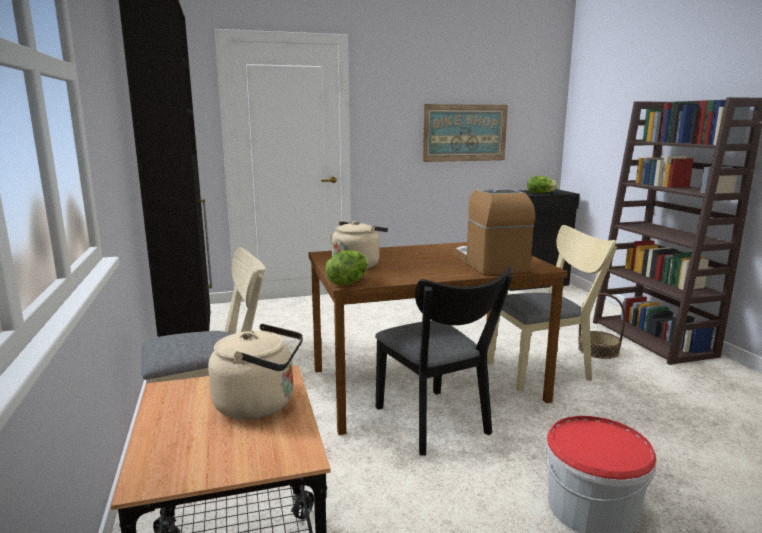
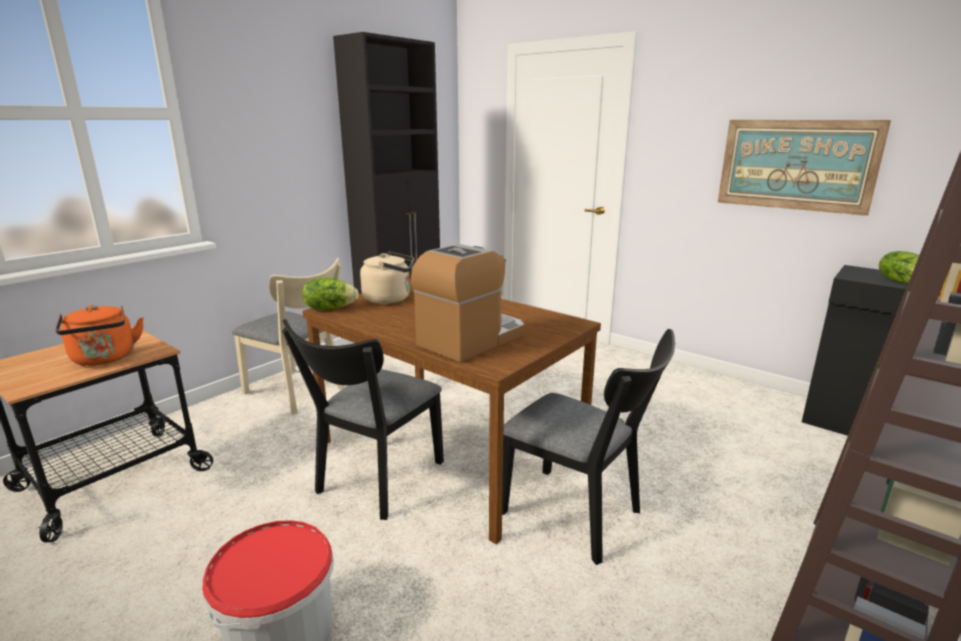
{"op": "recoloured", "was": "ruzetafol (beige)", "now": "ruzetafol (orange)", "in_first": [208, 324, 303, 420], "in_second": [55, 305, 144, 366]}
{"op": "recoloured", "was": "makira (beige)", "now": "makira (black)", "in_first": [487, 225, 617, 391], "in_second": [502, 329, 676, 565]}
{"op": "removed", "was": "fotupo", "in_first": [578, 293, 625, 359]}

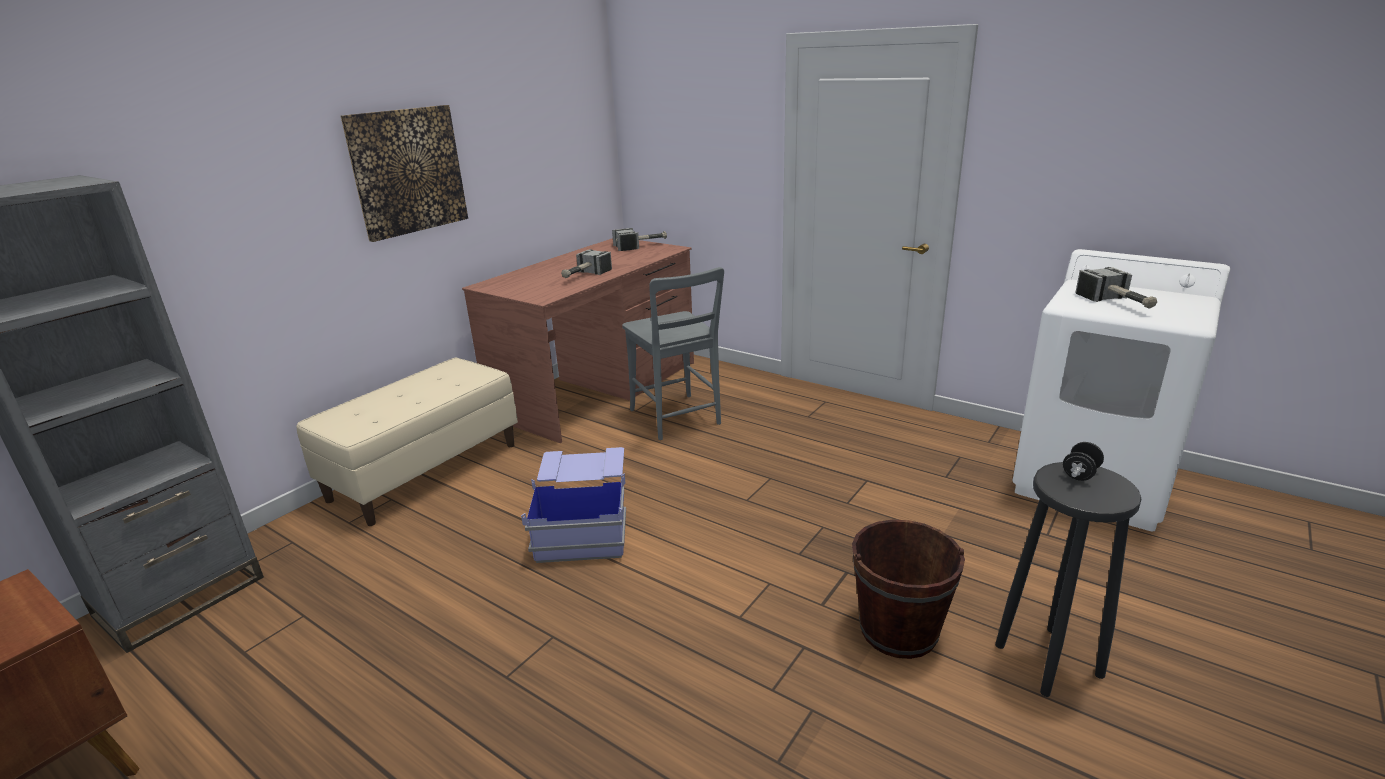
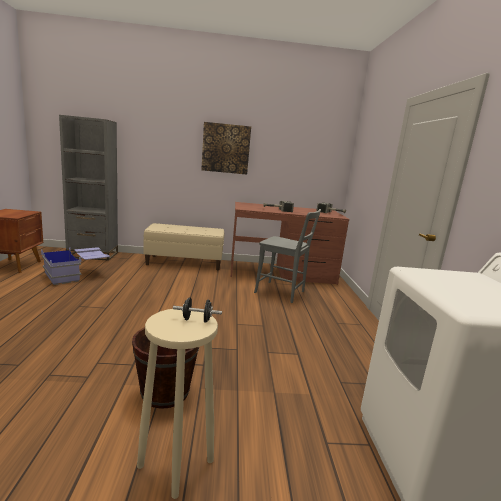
{"op": "moved", "was": "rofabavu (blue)", "in_first": [521, 447, 626, 563], "in_second": [41, 247, 110, 285]}
{"op": "turned", "was": "makira (grey)", "in_first": [622, 267, 724, 440], "in_second": [254, 209, 321, 303], "clockwise": -90}
{"op": "recoloured", "was": "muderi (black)", "now": "muderi (beige)", "in_first": [995, 462, 1141, 697], "in_second": [137, 309, 218, 499]}
{"op": "removed", "was": "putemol", "in_first": [1075, 267, 1157, 309]}

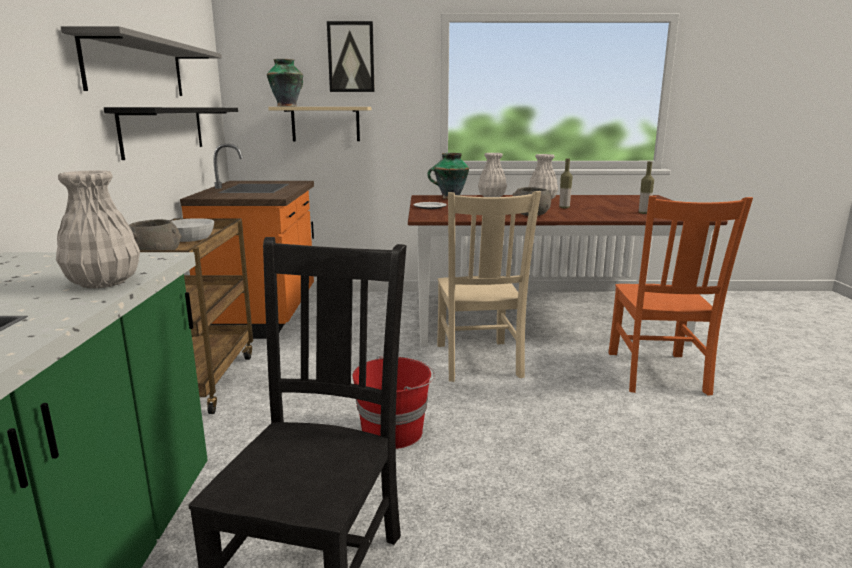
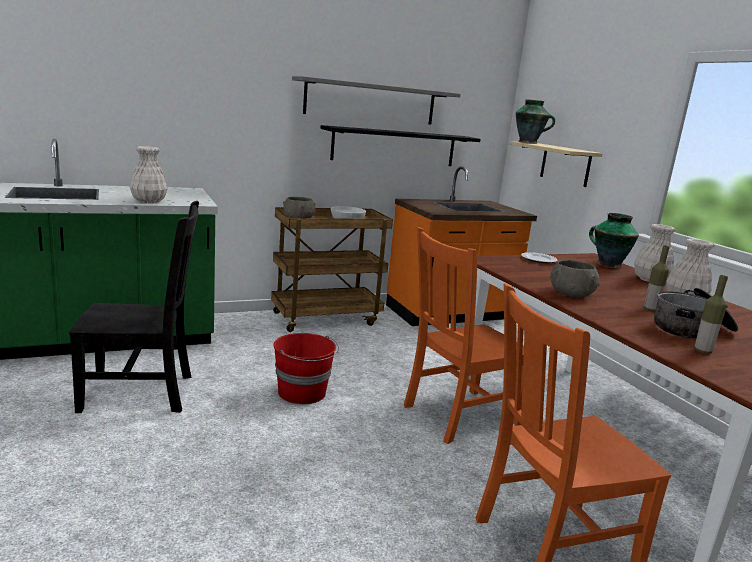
{"op": "removed", "was": "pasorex", "in_first": [327, 21, 375, 92]}
{"op": "recoloured", "was": "makira (beige)", "now": "makira (orange)", "in_first": [437, 191, 541, 382], "in_second": [404, 227, 524, 444]}
{"op": "added", "now": "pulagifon", "in_second": [654, 288, 738, 339]}

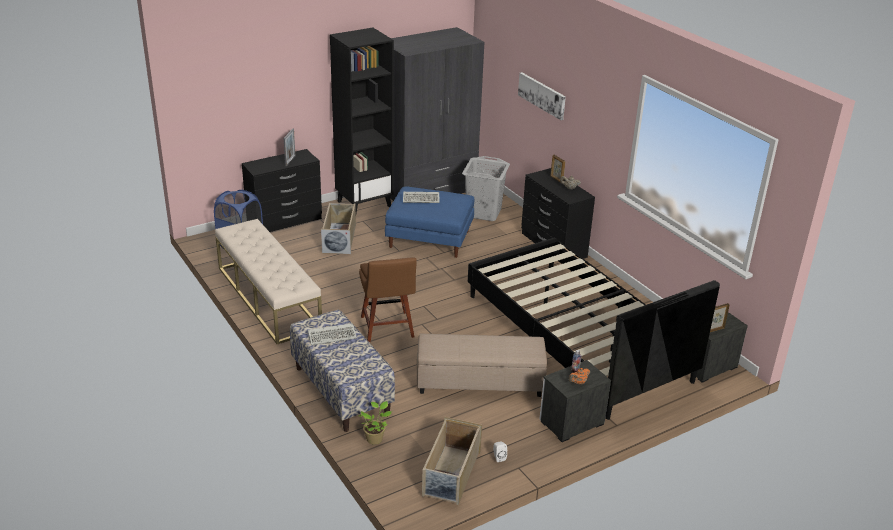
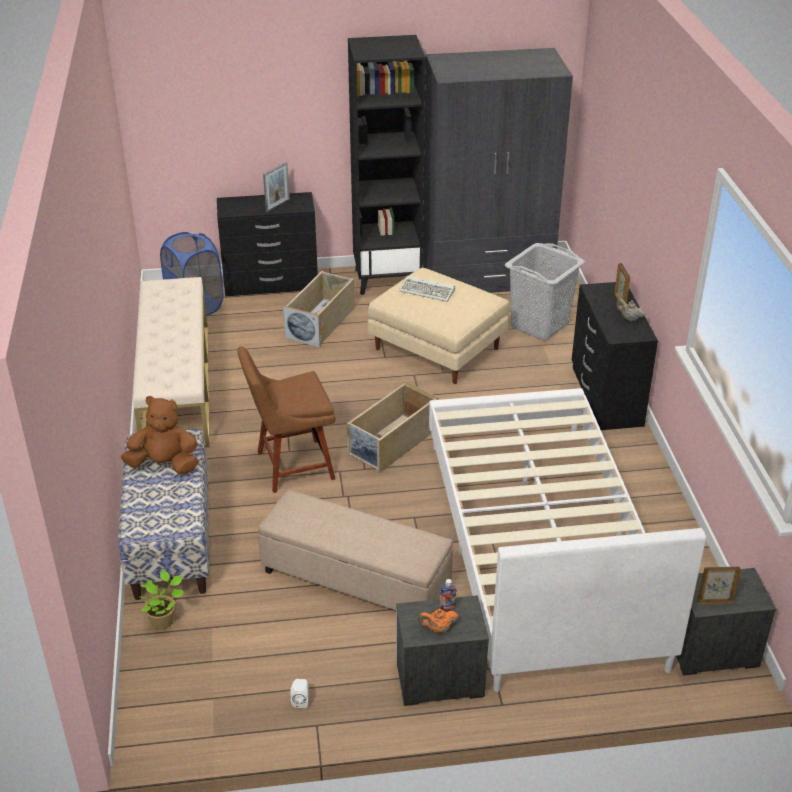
{"op": "replaced", "was": "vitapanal", "now": "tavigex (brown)", "in_first": [308, 323, 357, 345], "in_second": [121, 396, 198, 475]}
{"op": "turned", "was": "makira (brown)", "in_first": [359, 258, 417, 342], "in_second": [237, 346, 336, 493], "clockwise": 60}
{"op": "recoloured", "was": "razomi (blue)", "now": "razomi (beige)", "in_first": [385, 186, 474, 258], "in_second": [368, 268, 509, 384]}
{"op": "moved", "was": "rofabavu (beige)", "in_first": [422, 417, 482, 505], "in_second": [347, 381, 439, 473]}
{"op": "recoloured", "was": "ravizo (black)", "now": "ravizo (white)", "in_first": [468, 238, 720, 420], "in_second": [429, 388, 706, 692]}
{"op": "removed", "was": "pasorex", "in_first": [518, 72, 566, 120]}

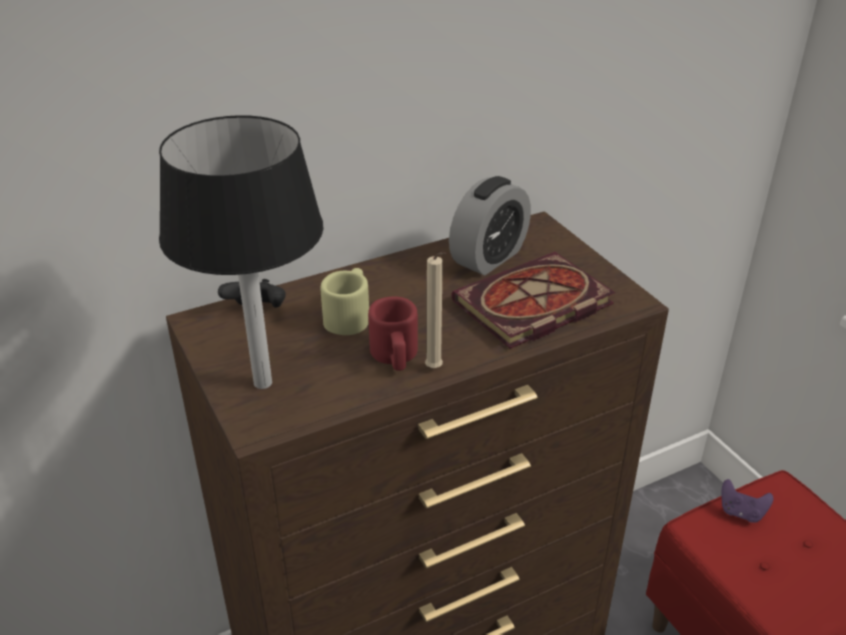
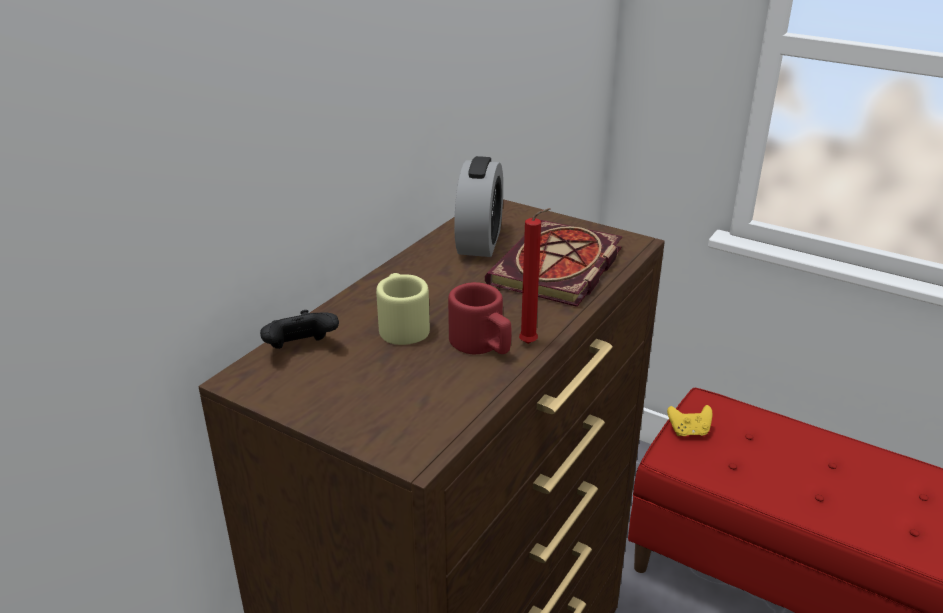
{"op": "removed", "was": "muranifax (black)", "in_first": [159, 115, 324, 389]}
{"op": "recoloured", "was": "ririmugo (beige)", "now": "ririmugo (red)", "in_first": [425, 252, 447, 368], "in_second": [519, 208, 551, 344]}
{"op": "recoloured", "was": "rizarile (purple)", "now": "rizarile (yellow)", "in_first": [721, 479, 773, 523], "in_second": [667, 405, 712, 436]}

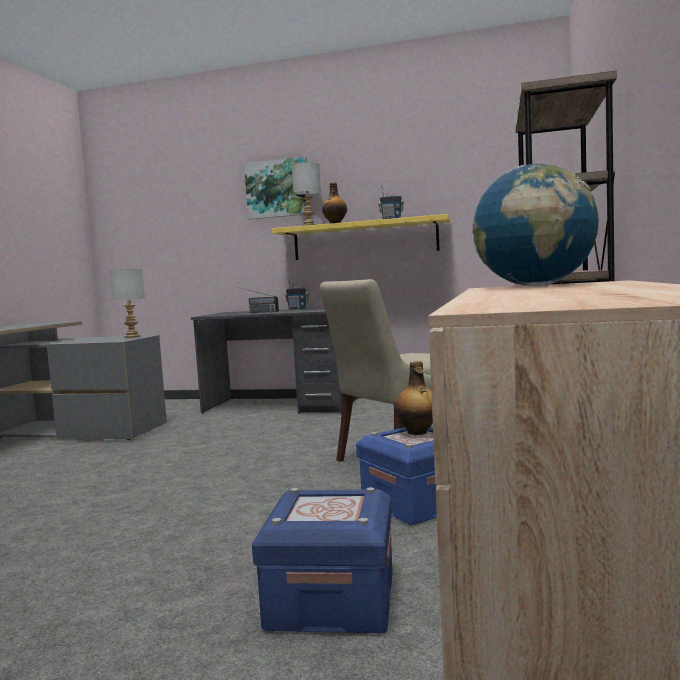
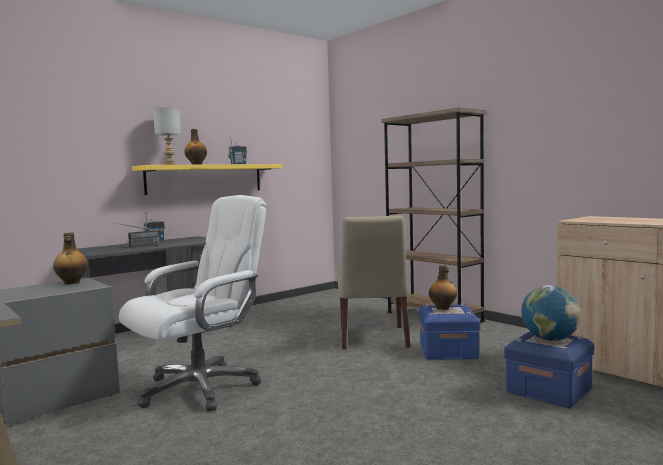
{"op": "replaced", "was": "muranifax (grey)", "now": "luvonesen", "in_first": [110, 269, 145, 338], "in_second": [53, 232, 88, 284]}
{"op": "removed", "was": "pasorex", "in_first": [244, 157, 307, 219]}
{"op": "moved", "was": "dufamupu", "in_first": [472, 164, 599, 287], "in_second": [521, 285, 581, 341]}
{"op": "added", "now": "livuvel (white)", "in_second": [119, 195, 266, 412]}

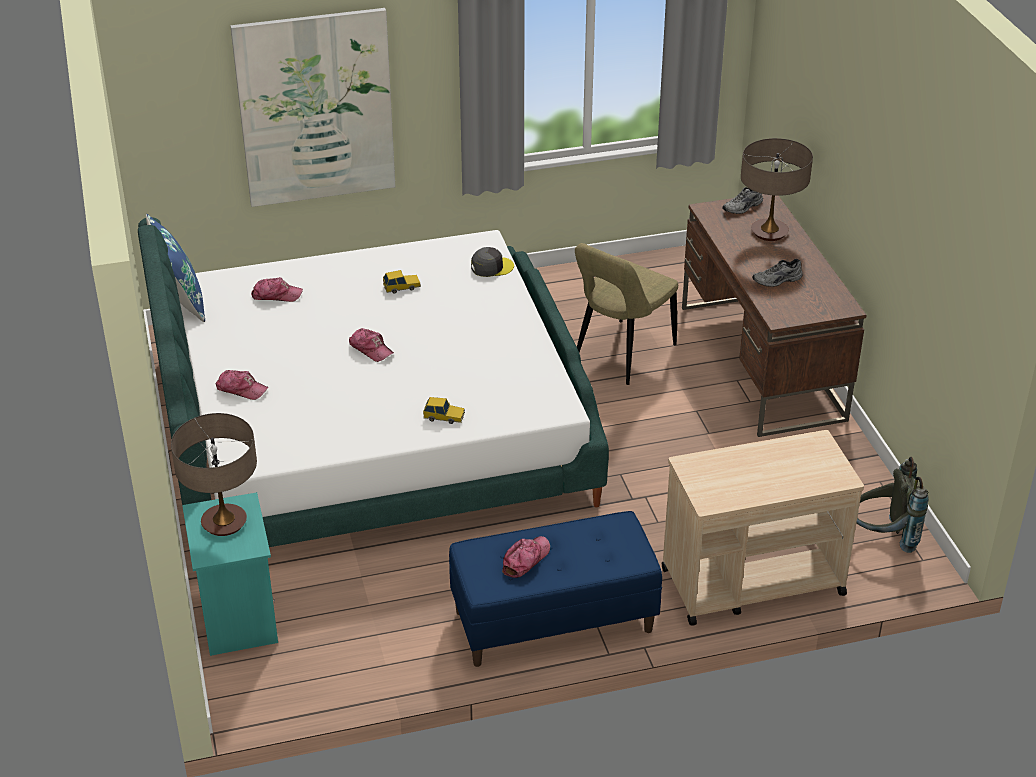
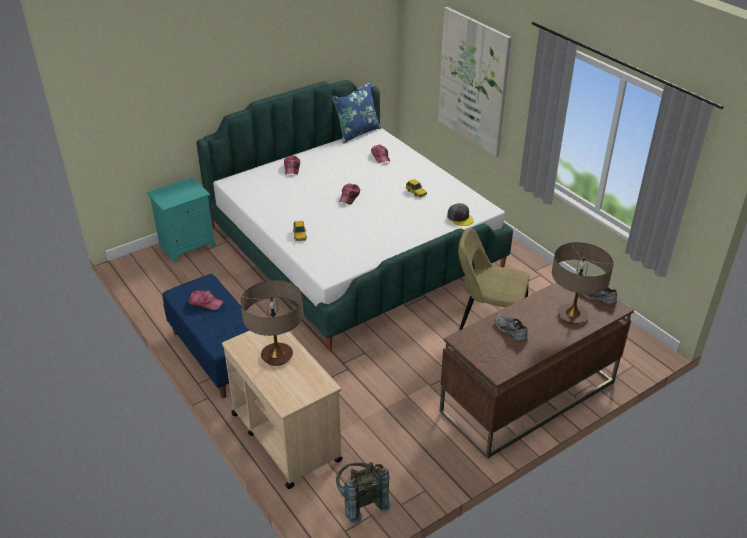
{"op": "moved", "was": "muranifax", "in_first": [171, 413, 257, 536], "in_second": [240, 280, 303, 366]}

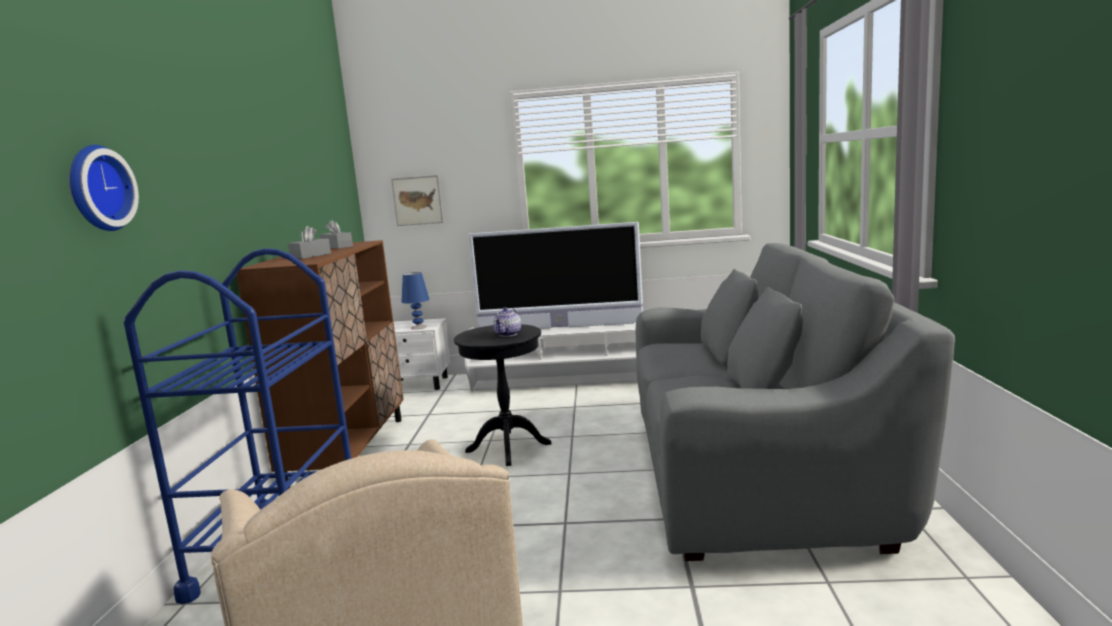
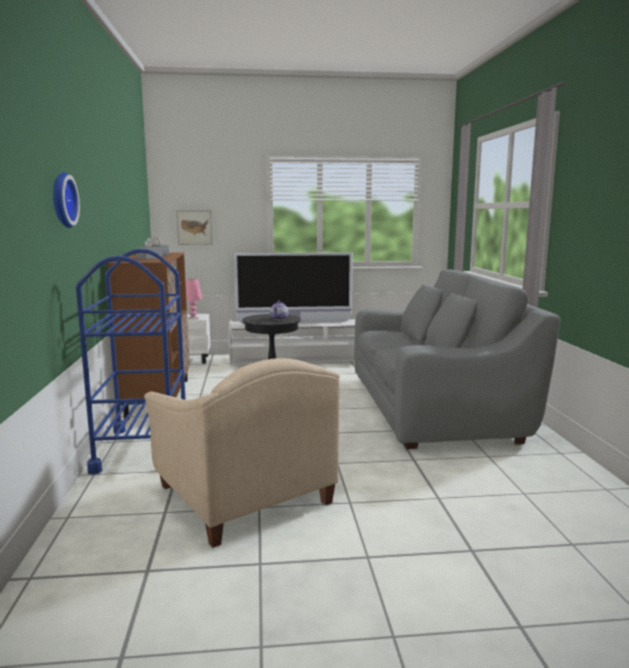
{"op": "recoloured", "was": "muranifax (blue)", "now": "muranifax (pink)", "in_first": [402, 272, 429, 330], "in_second": [185, 278, 202, 319]}

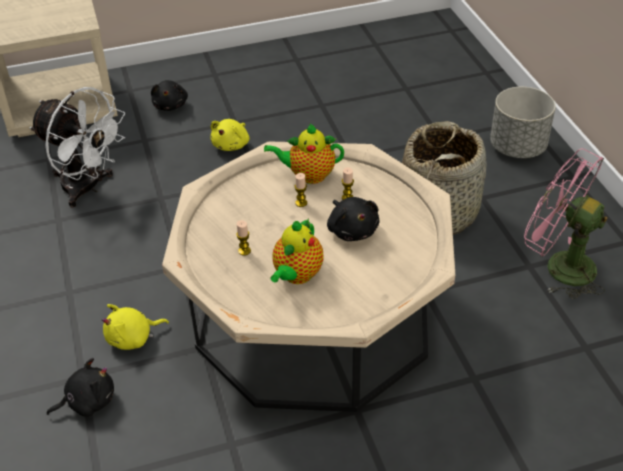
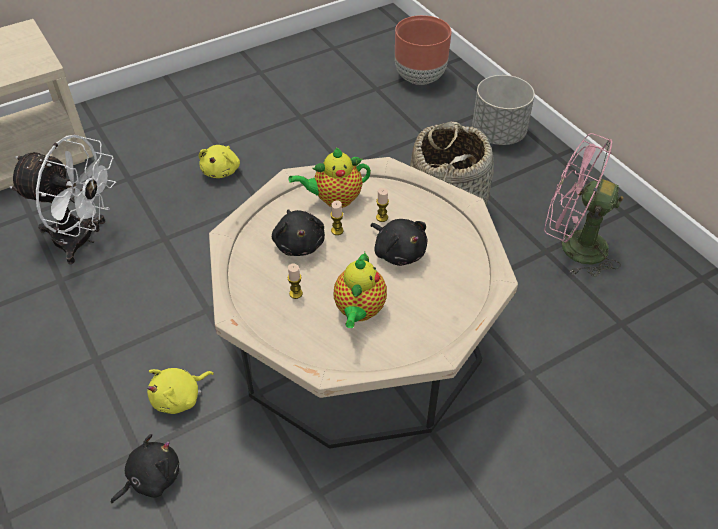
{"op": "moved", "was": "tavigex (black)", "in_first": [151, 80, 188, 111], "in_second": [272, 210, 325, 256]}
{"op": "added", "now": "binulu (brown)", "in_second": [395, 15, 451, 85]}

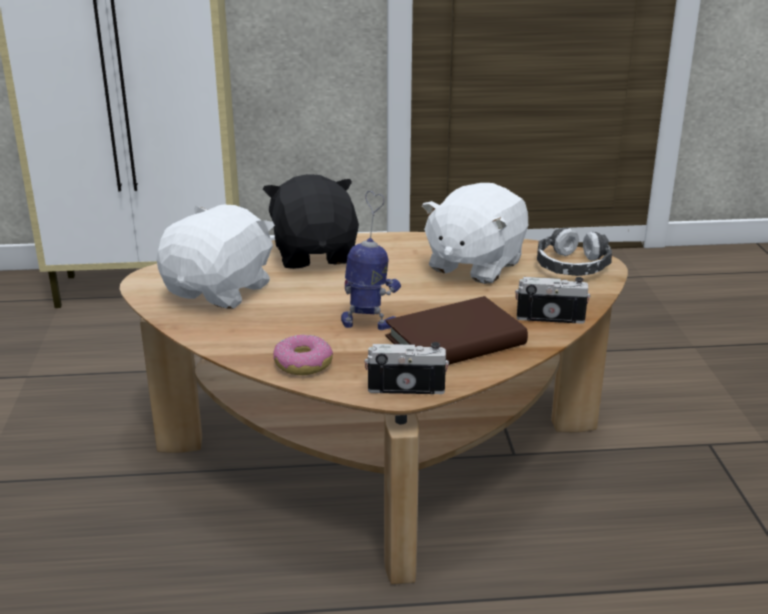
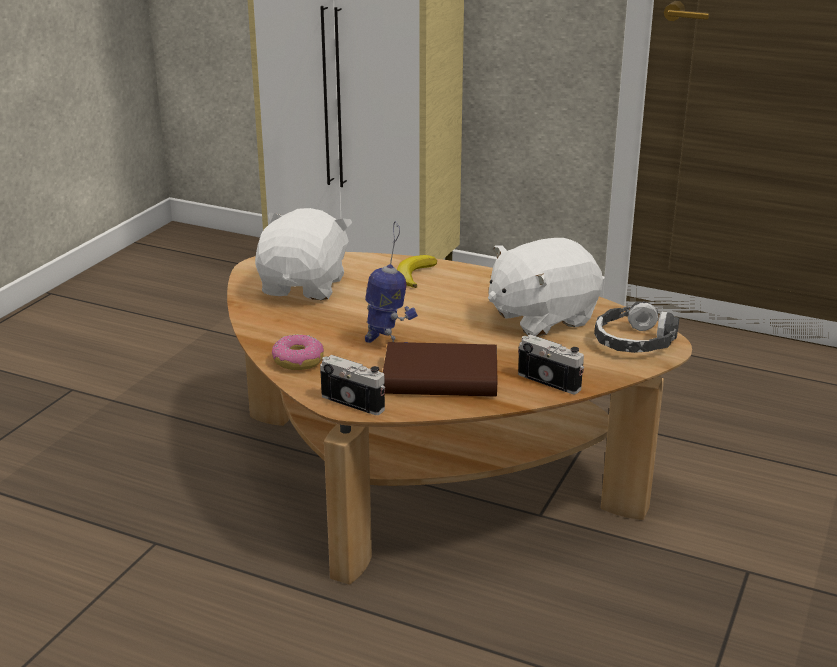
{"op": "turned", "was": "tavigex (white)", "in_first": [157, 204, 275, 309], "in_second": [255, 208, 352, 300], "clockwise": -45}
{"op": "replaced", "was": "tavigex (black)", "now": "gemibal", "in_first": [263, 174, 359, 269], "in_second": [397, 255, 437, 288]}

